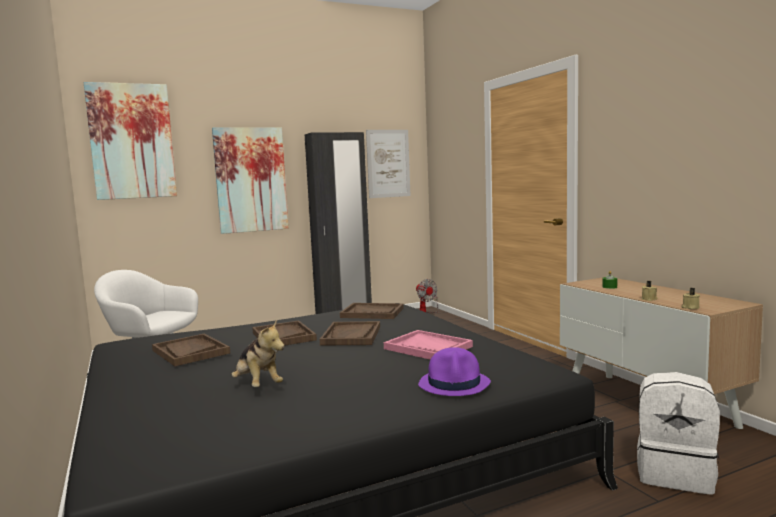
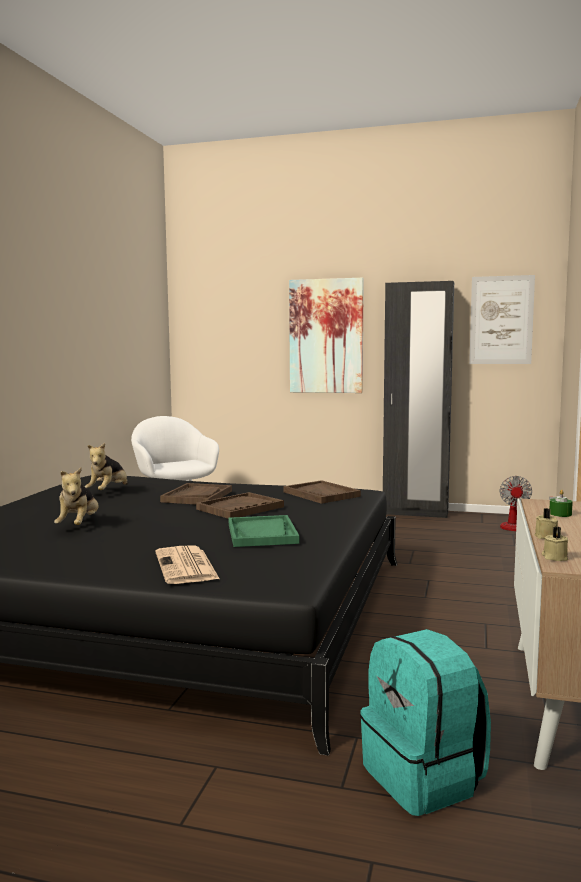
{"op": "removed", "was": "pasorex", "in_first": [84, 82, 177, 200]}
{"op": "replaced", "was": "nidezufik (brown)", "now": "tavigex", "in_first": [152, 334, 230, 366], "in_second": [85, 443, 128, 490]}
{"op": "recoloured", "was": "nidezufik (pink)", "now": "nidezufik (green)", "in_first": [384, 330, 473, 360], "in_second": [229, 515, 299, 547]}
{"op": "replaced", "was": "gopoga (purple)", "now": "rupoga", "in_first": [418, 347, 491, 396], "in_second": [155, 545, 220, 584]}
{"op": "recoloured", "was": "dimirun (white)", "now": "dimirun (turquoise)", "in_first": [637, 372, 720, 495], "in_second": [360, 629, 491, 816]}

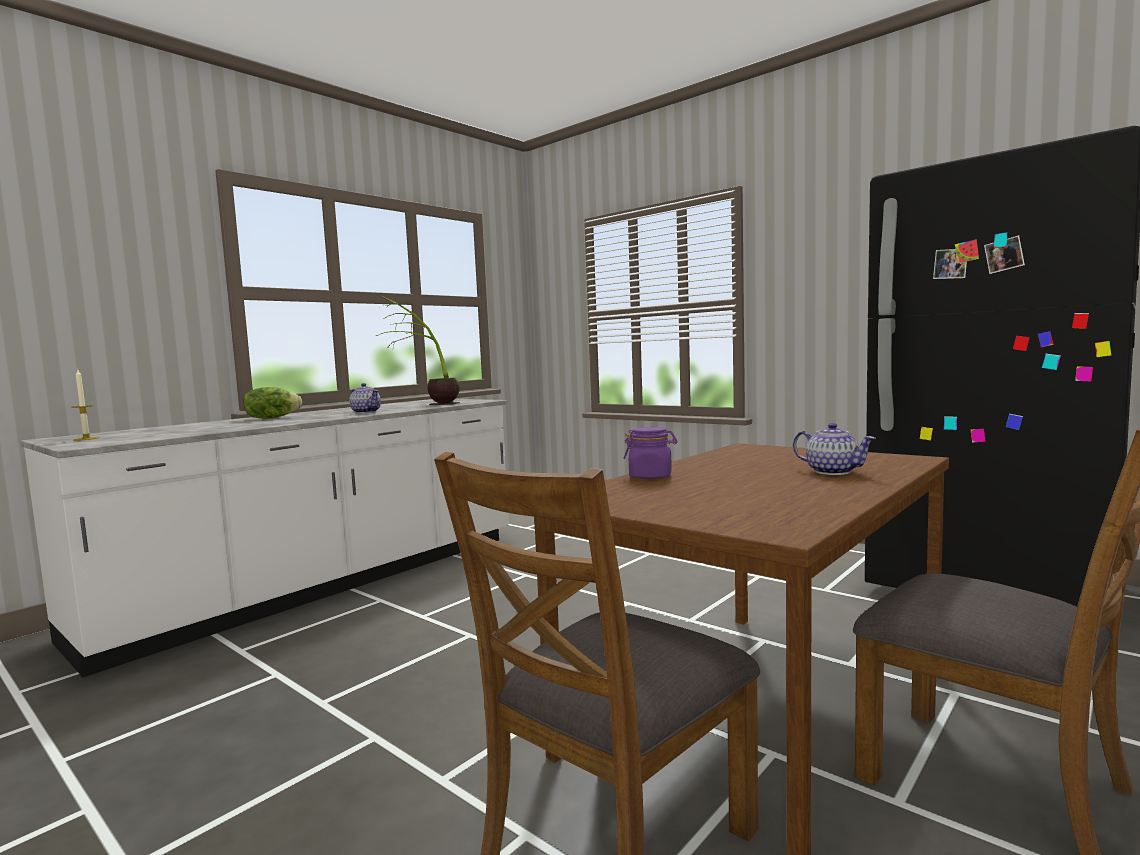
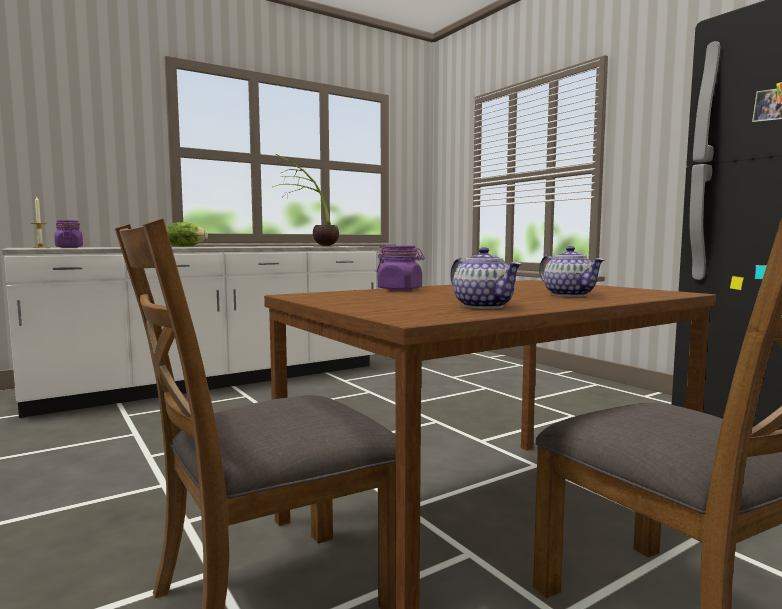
{"op": "moved", "was": "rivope", "in_first": [349, 383, 381, 413], "in_second": [450, 247, 522, 309]}
{"op": "added", "now": "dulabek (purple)", "in_second": [54, 220, 83, 248]}

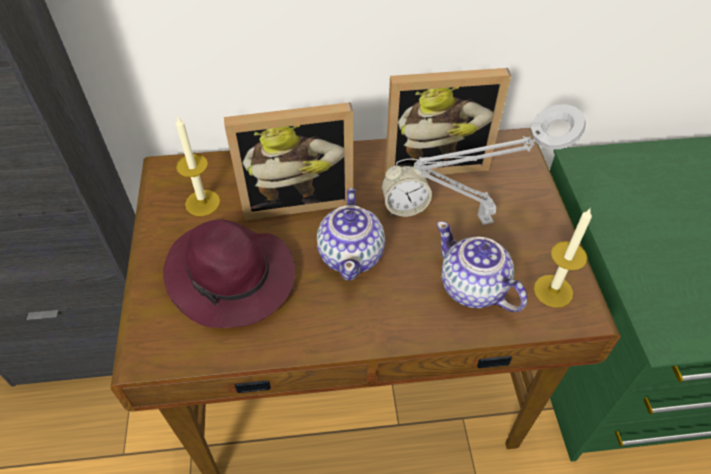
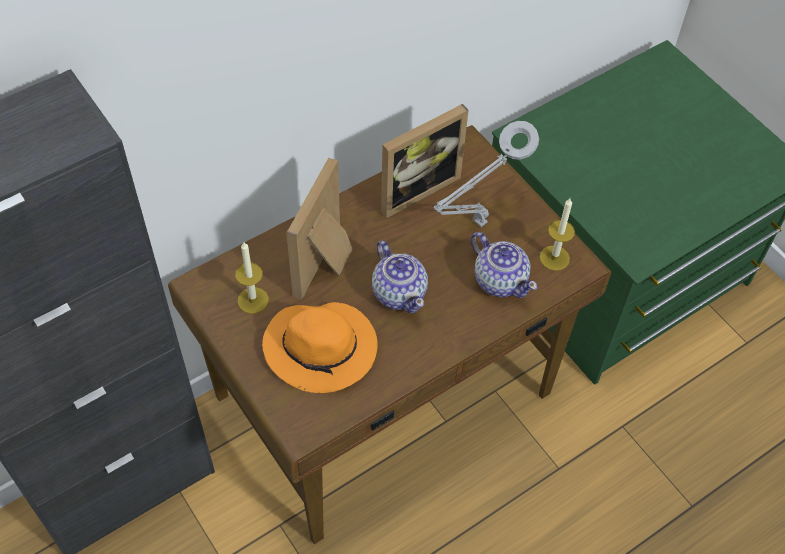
{"op": "recoloured", "was": "gopoga (purple)", "now": "gopoga (orange)", "in_first": [163, 219, 295, 328], "in_second": [262, 302, 378, 393]}
{"op": "turned", "was": "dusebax", "in_first": [224, 102, 353, 220], "in_second": [286, 158, 353, 300], "clockwise": 150}
{"op": "removed", "was": "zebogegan", "in_first": [382, 158, 432, 217]}
{"op": "turned", "was": "rivope", "in_first": [437, 221, 527, 312], "in_second": [471, 232, 538, 298], "clockwise": -150}

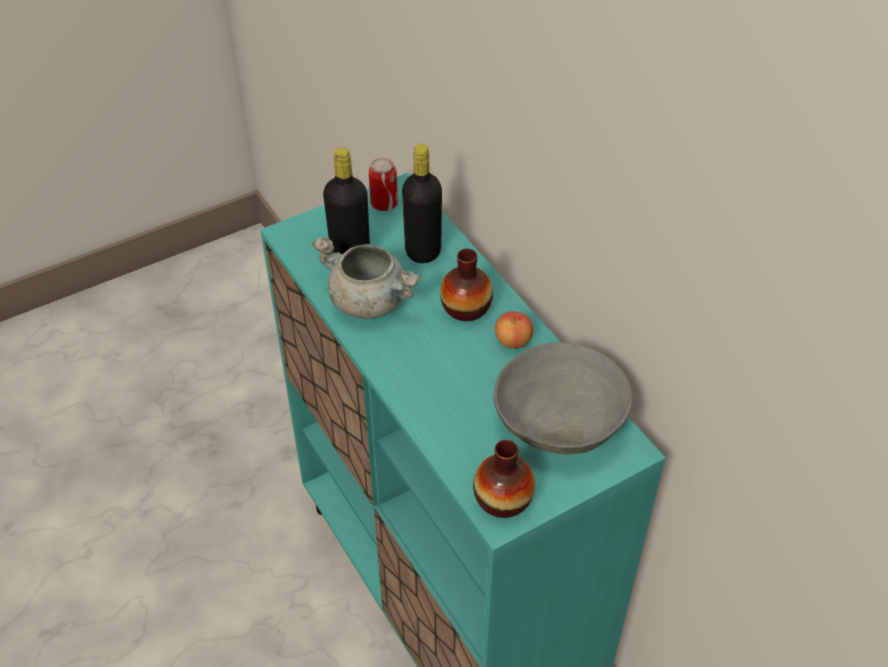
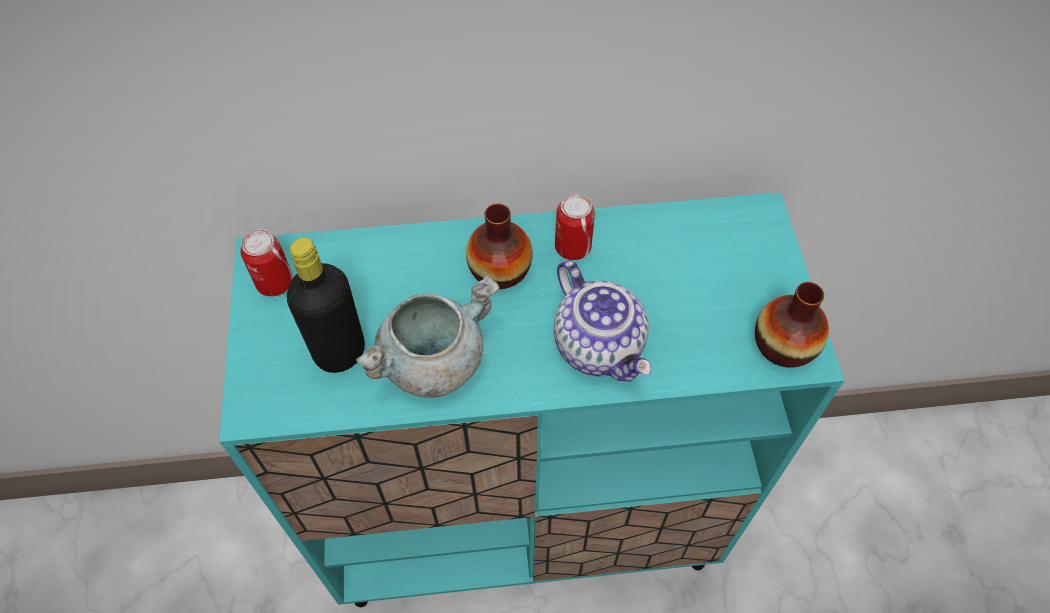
{"op": "removed", "was": "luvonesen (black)", "in_first": [402, 144, 442, 263]}
{"op": "removed", "was": "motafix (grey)", "in_first": [494, 342, 632, 454]}
{"op": "replaced", "was": "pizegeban", "now": "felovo", "in_first": [495, 311, 533, 349], "in_second": [555, 193, 595, 260]}
{"op": "added", "now": "rivope", "in_second": [554, 260, 652, 382]}

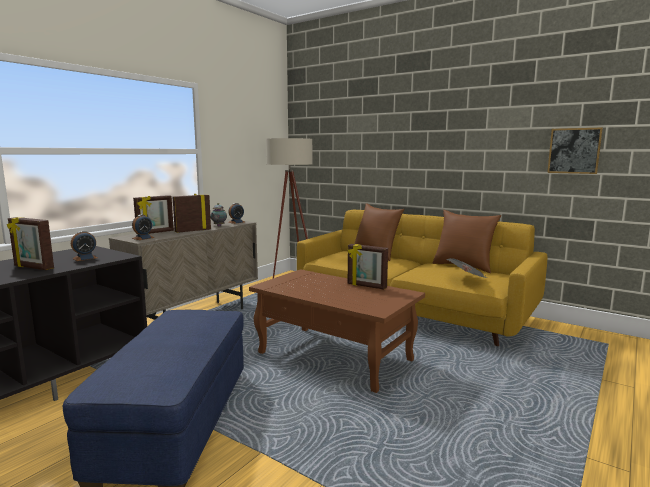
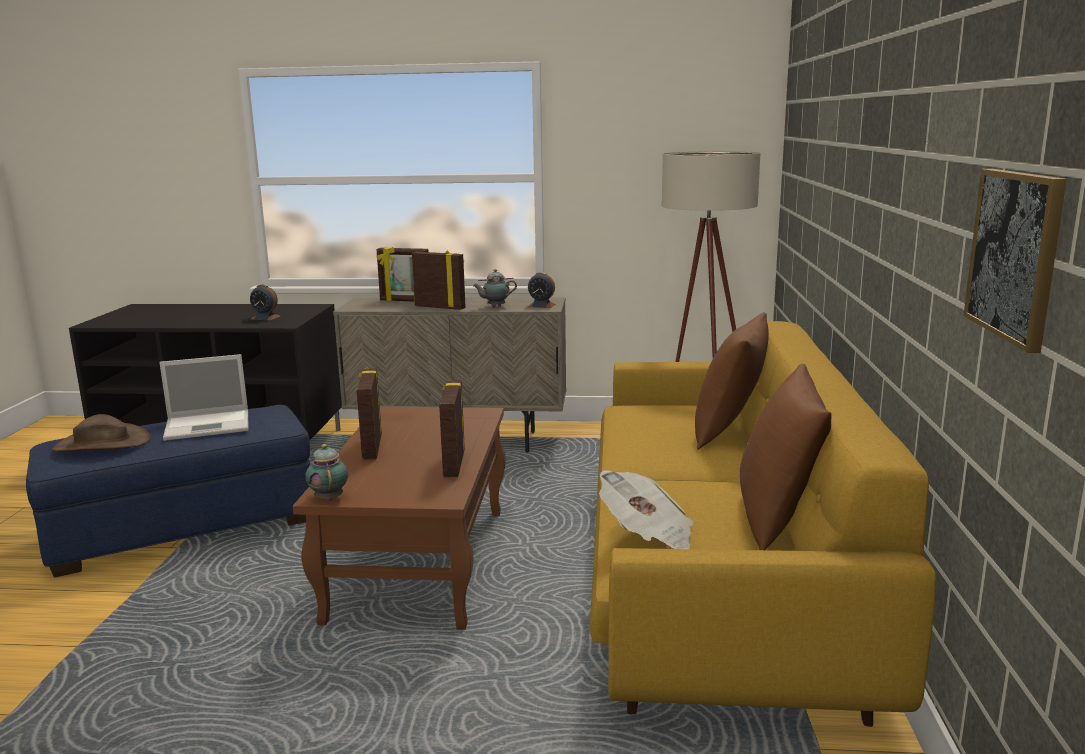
{"op": "moved", "was": "dusebax", "in_first": [7, 217, 54, 270], "in_second": [357, 368, 382, 460]}
{"op": "removed", "was": "zebogegan", "in_first": [132, 214, 154, 240]}
{"op": "added", "now": "gopoga (brown)", "in_second": [52, 414, 151, 452]}
{"op": "added", "now": "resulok", "in_second": [159, 354, 249, 441]}
{"op": "added", "now": "rivope", "in_second": [306, 444, 348, 501]}

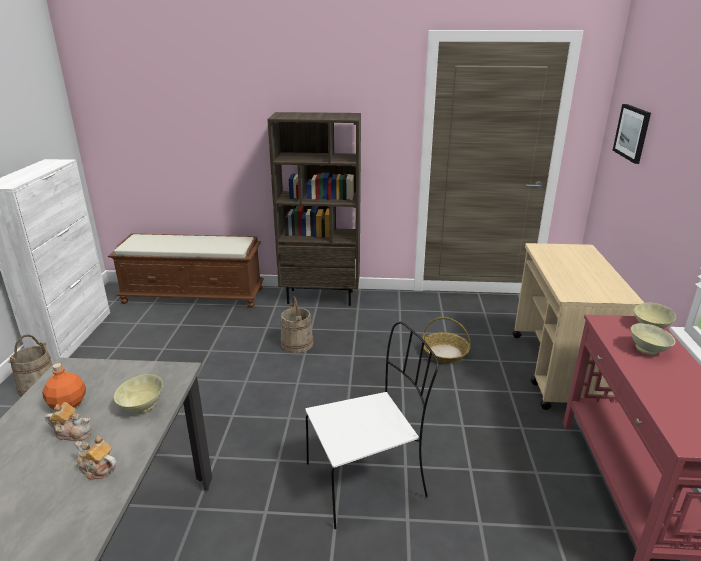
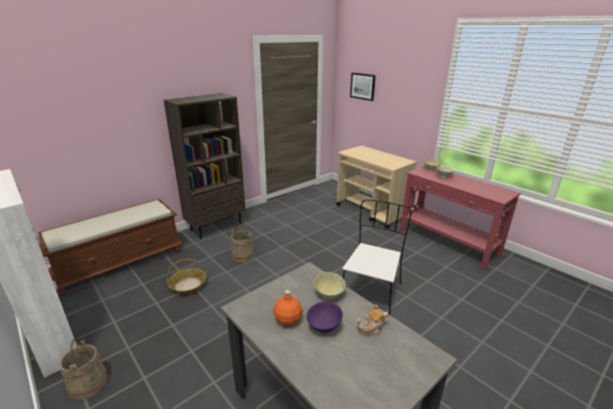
{"op": "replaced", "was": "rivope", "now": "motafix (purple)", "in_first": [45, 402, 92, 441], "in_second": [306, 302, 343, 333]}
{"op": "moved", "was": "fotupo", "in_first": [422, 317, 471, 363], "in_second": [167, 259, 206, 294]}

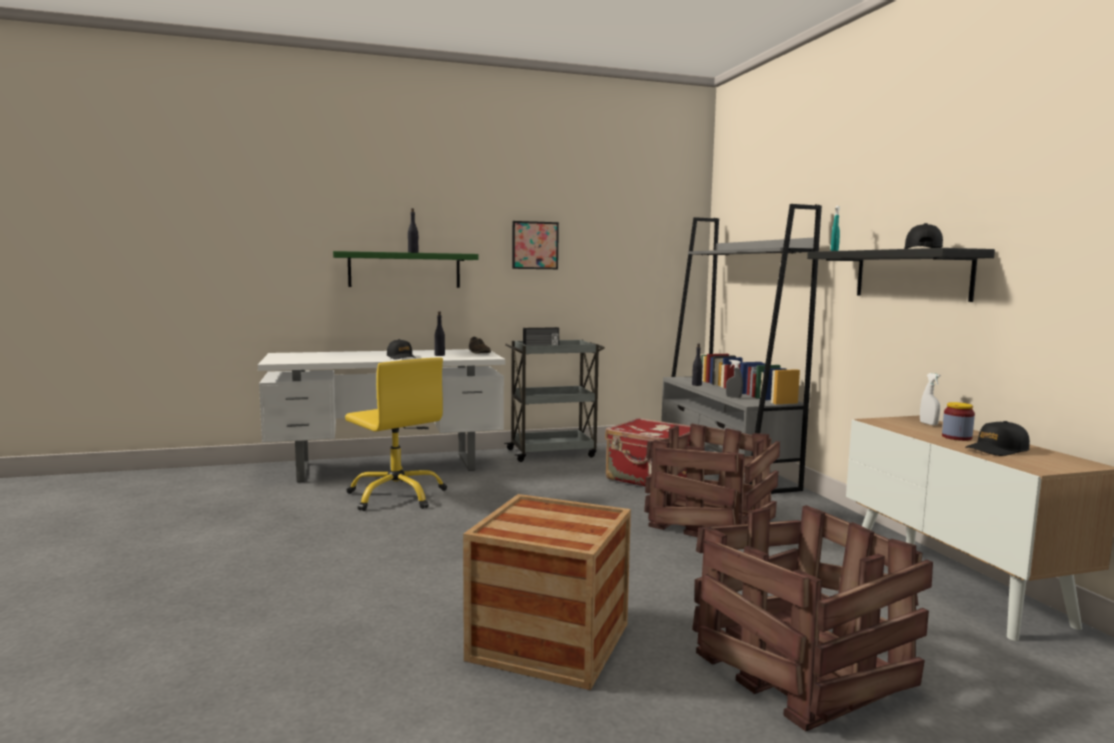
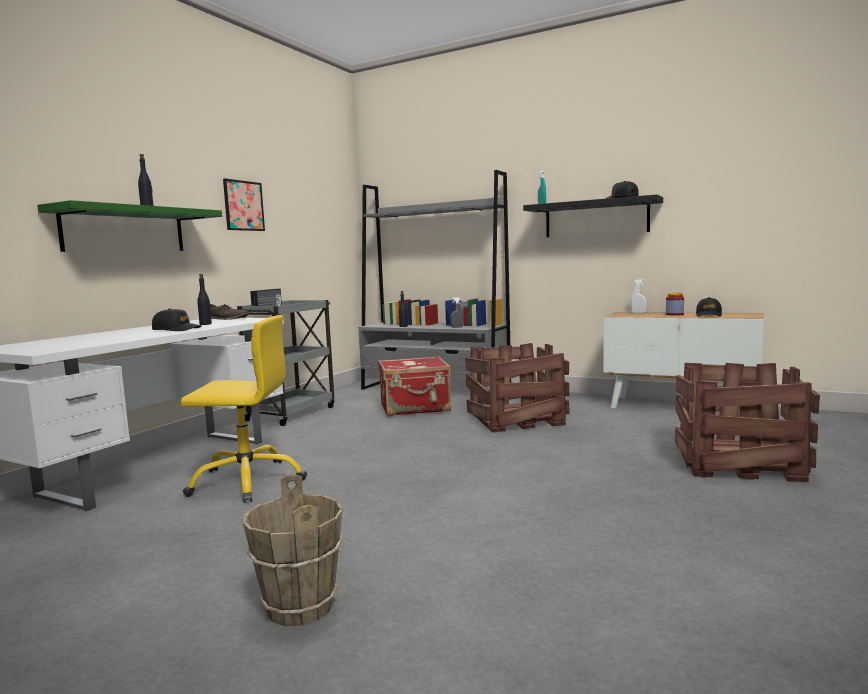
{"op": "removed", "was": "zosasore", "in_first": [463, 494, 631, 690]}
{"op": "added", "now": "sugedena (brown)", "in_second": [242, 474, 343, 626]}

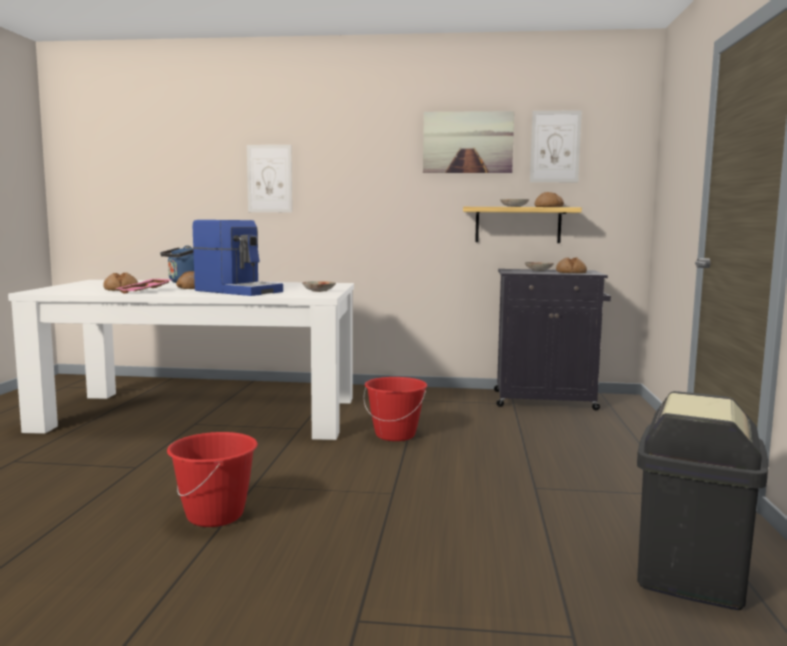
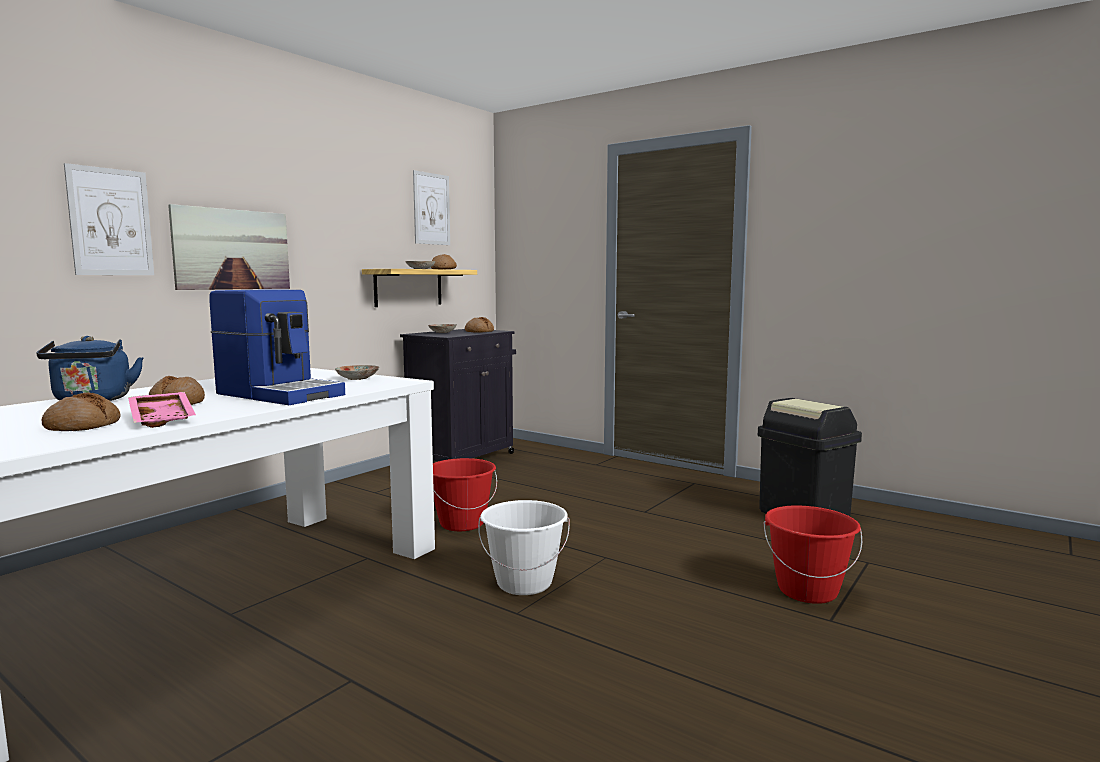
{"op": "moved", "was": "sugedena (red)", "in_first": [167, 432, 258, 527], "in_second": [764, 505, 862, 604]}
{"op": "turned", "was": "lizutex", "in_first": [193, 220, 283, 296], "in_second": [209, 289, 345, 405], "clockwise": 60}
{"op": "moved", "was": "pasorex", "in_first": [423, 111, 514, 173], "in_second": [168, 204, 290, 290]}
{"op": "added", "now": "sugedena (white)", "in_second": [478, 500, 570, 595]}

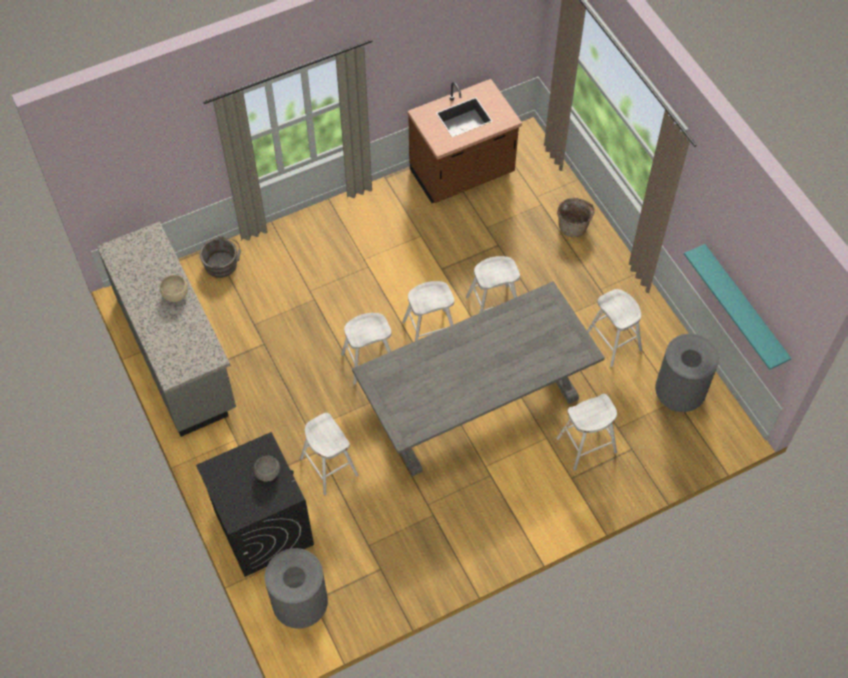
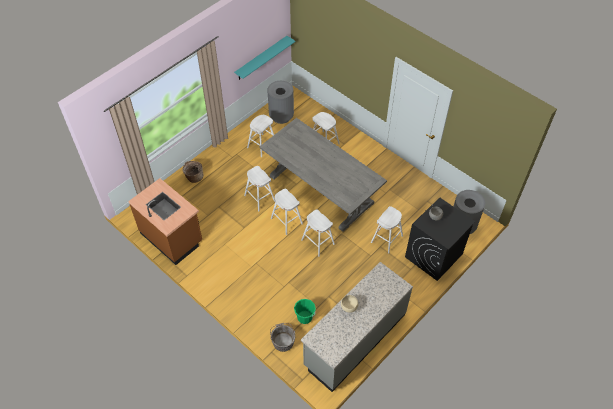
{"op": "added", "now": "sugedena (green)", "in_second": [294, 299, 316, 324]}

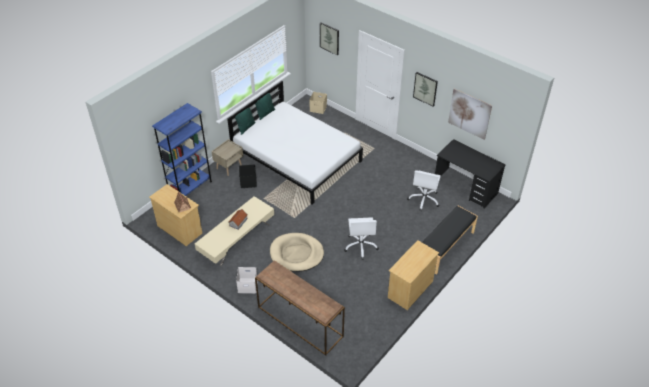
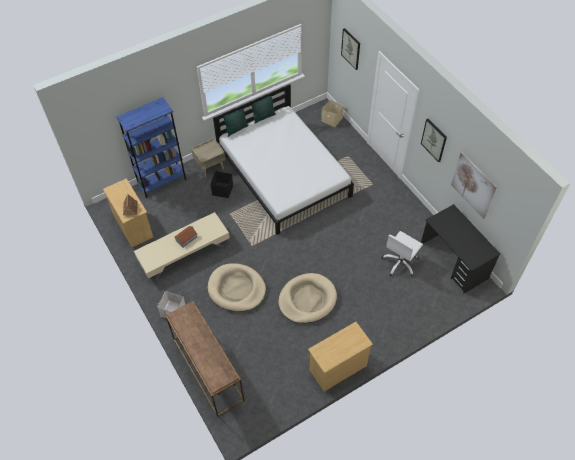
{"op": "replaced", "was": "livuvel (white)", "now": "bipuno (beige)", "in_first": [344, 217, 379, 260], "in_second": [278, 273, 337, 324]}
{"op": "removed", "was": "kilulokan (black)", "in_first": [422, 205, 478, 275]}

